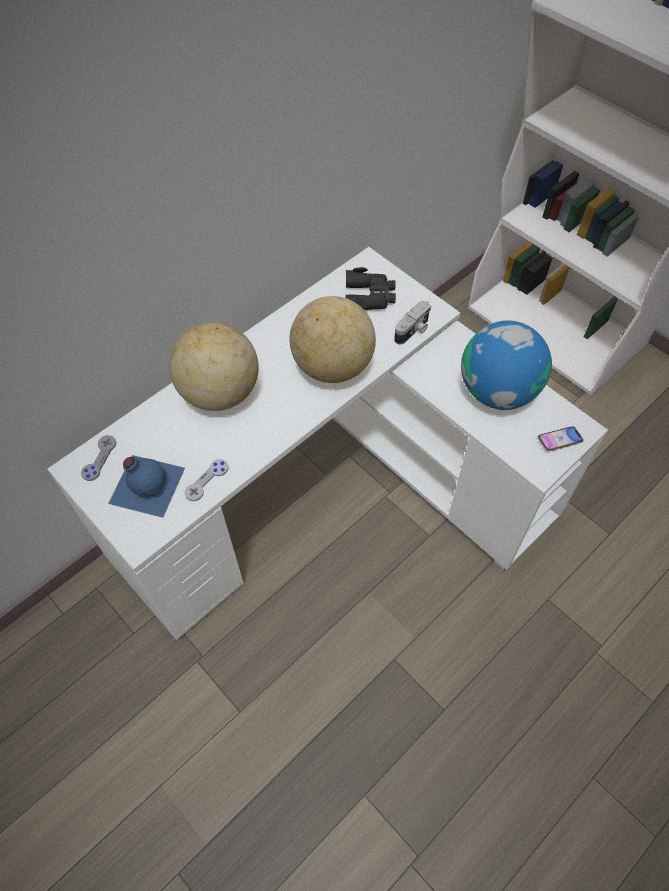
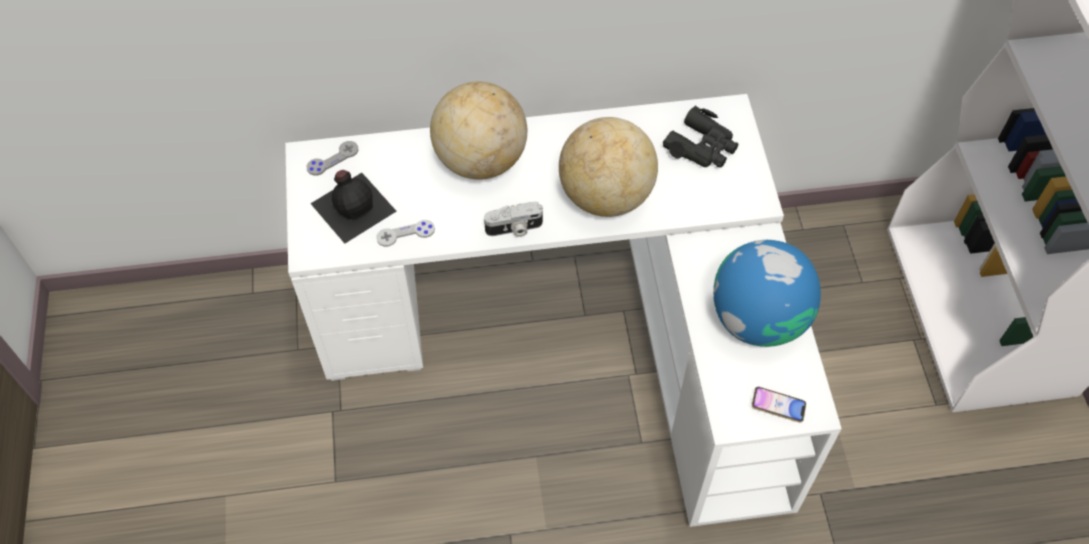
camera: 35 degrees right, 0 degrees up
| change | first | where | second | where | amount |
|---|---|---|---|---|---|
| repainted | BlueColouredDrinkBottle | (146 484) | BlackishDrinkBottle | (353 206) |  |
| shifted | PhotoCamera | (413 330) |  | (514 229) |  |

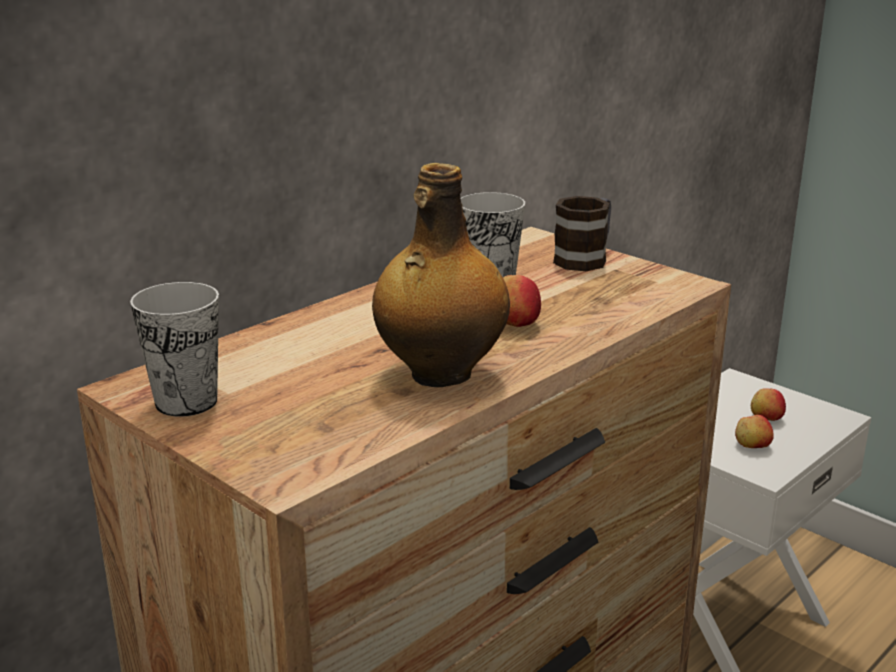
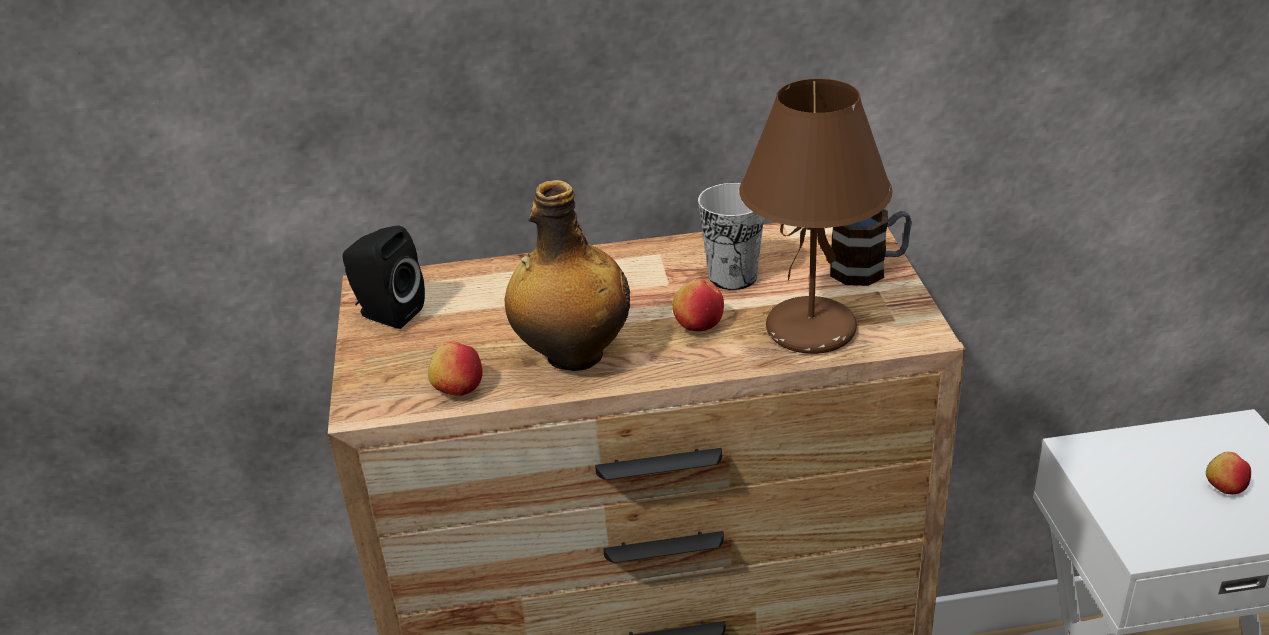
camera: 40 degrees right, 10 degrees up
| change | first | where | second | where | amount |
|---|---|---|---|---|---|
| swapped | DrinkingCup | (186 402) | BlackishLoudspeaker | (387 313) |  |
| shifted | AppleFruit | (752 446) |  | (458 388) |  |
| new |  |  | BrownColouredTableLamp | (810 331) |  |

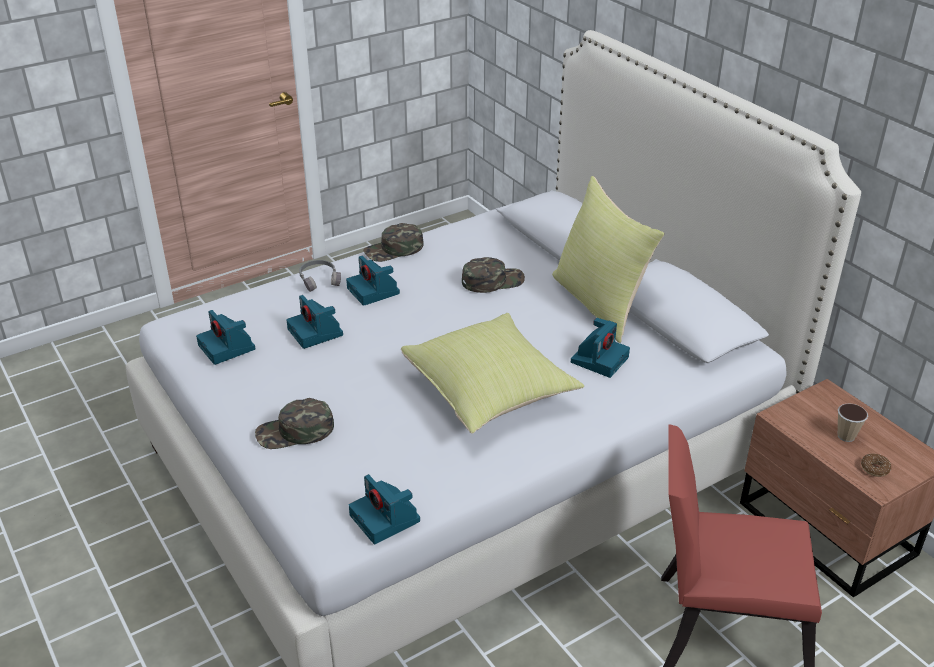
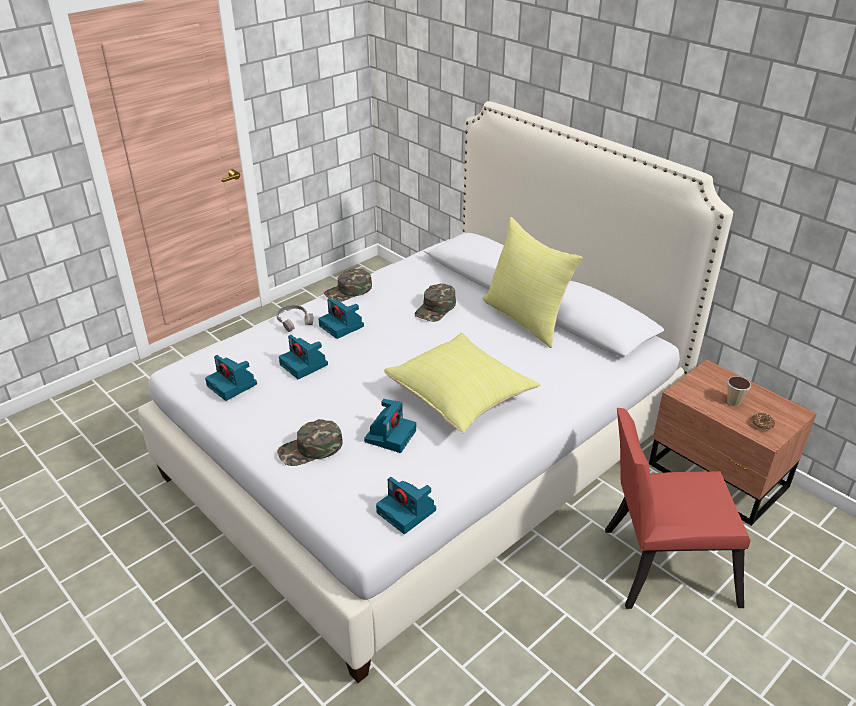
camera: 10 degrees left, 0 degrees up
| change | first | where | second | where | amount |
|---|---|---|---|---|---|
| rotated | GreenishPeakedCap | (492 280) |  | (436 308) | 150 degrees clockwise |
| shifted | PhotoCamera | (599 359) |  | (390 435) |  |

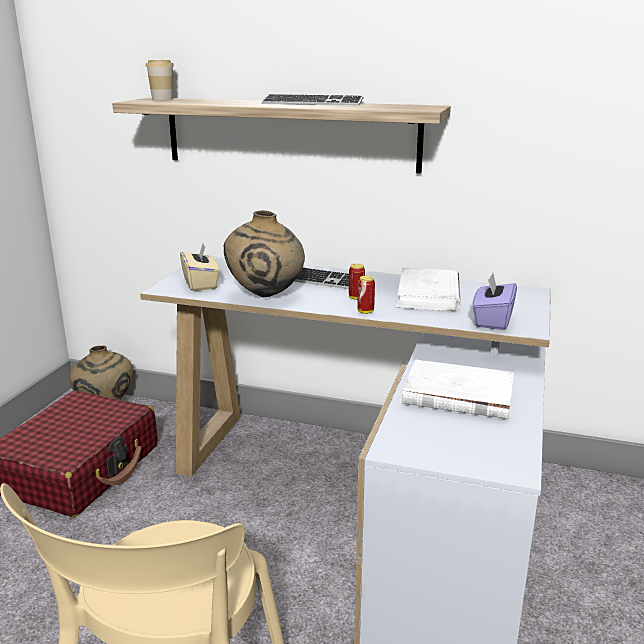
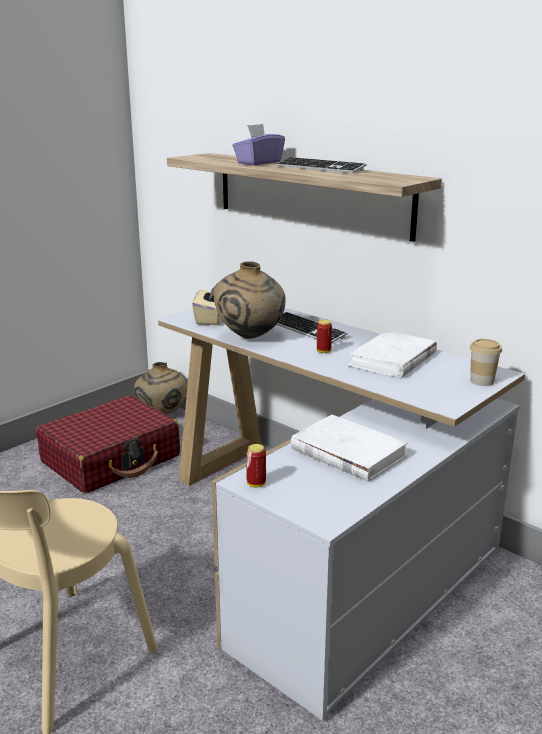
camera: 25 degrees right, 0 degrees up
| change | first | where | second | where | amount |
|---|---|---|---|---|---|
| shifted | DrinkingCup | (162 99) |  | (482 381) |  |
| shifted | MetalCan | (365 312) |  | (256 484) |  |
| shifted | PurplishBoxOfTissues | (492 320) |  | (258 163) |  |

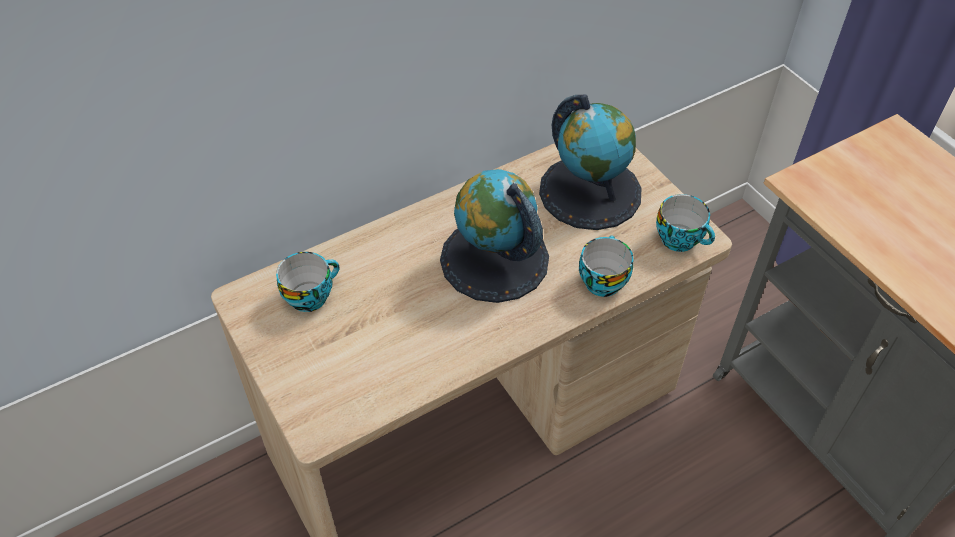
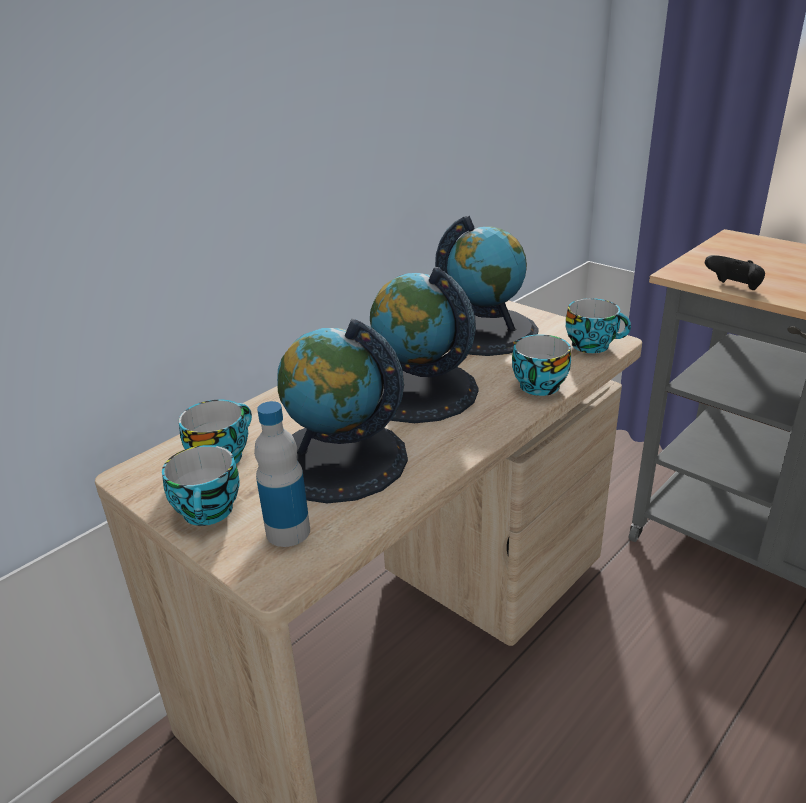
camera: 15 degrees left, 20 degrees down
| change | first | where | second | where | amount |
|---|---|---|---|---|---|
| new |  |  | DrinkingCup | (210 512) |  |
| new |  |  | DrinkBottle | (288 532) |  |
| new |  |  | WorldGlobe | (338 460) |  |
| new |  |  | BlackishJoypad | (733 288) |  |

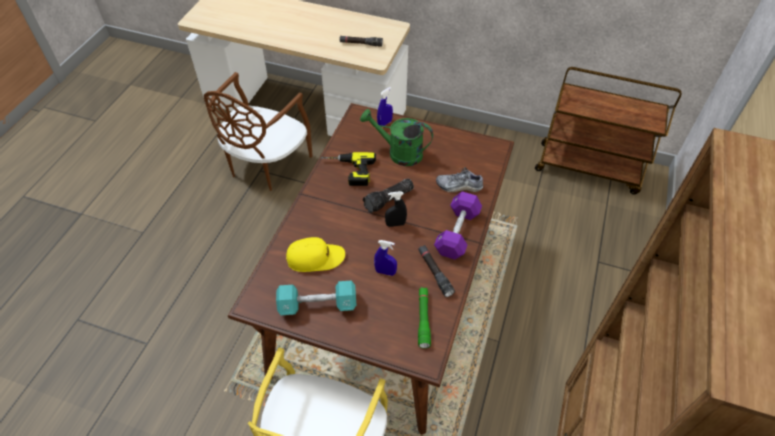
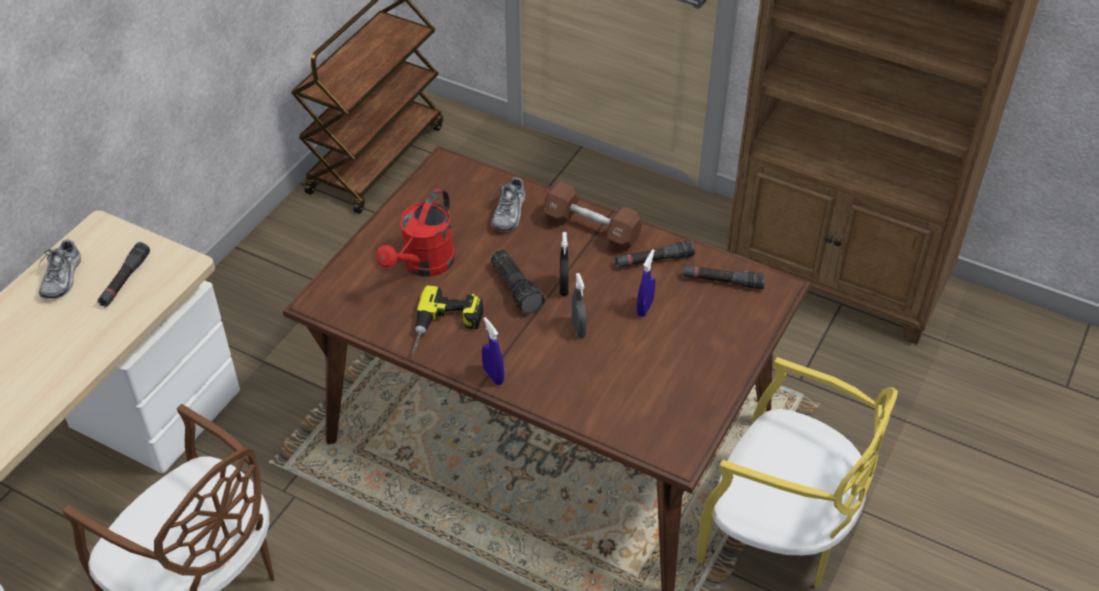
camera: 80 degrees left, 5 degrees down
| change | first | where | second | where | amount |
|---|---|---|---|---|---|
| gone | BlueGreenFreeWeight | (318 305) |  |  |  |
| gone | YellowPeakedCap | (315 258) |  |  |  |
| repainted | GreenishSprinklingCan | (399 153) | RedColouredSprinklingCan | (424 265) |  |
| shifted | BlueColouredSprayBottle | (384 123) |  | (493 376) |  |
| repainted | GreenishTorch | (423 319) | BlackishTorch | (723 281) |  |
| repainted | PurplishFreeWeight | (457 232) | BrownColouredFreeWeight | (592 229) |  |
| new |  |  | ItemOfFootwear | (63 278) |  |
| new |  |  | GreyishSprayBottle | (578 329) |  |

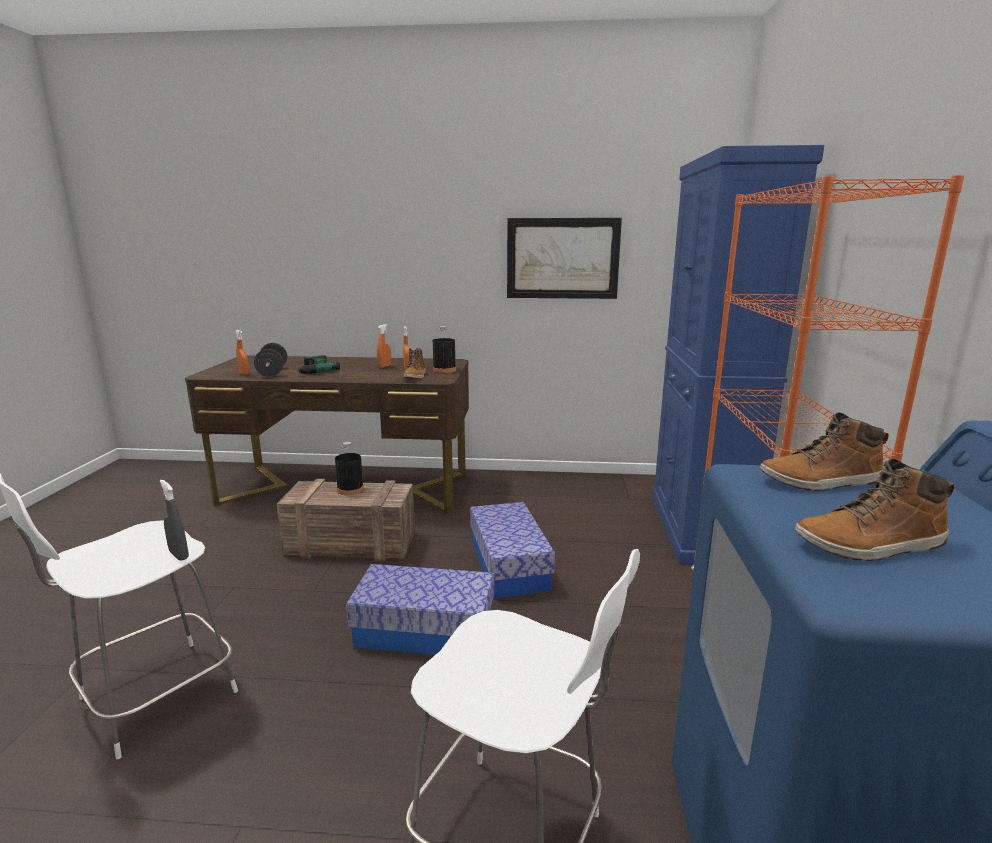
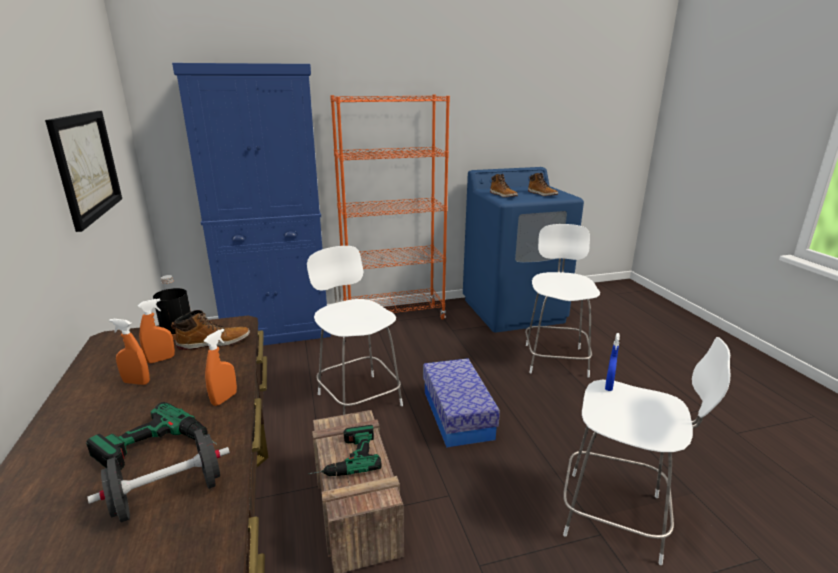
camera: 110 degrees left, 5 degrees up
| change | first | where | second | where | amount |
|---|---|---|---|---|---|
| repainted | GreyishSprayBottle | (179 555) | BlueColouredSprayBottle | (609 386) |  |
| shifted | OrangeySprayBottle | (244 374) |  | (224 399) |  |
| swapped | BlackishDrinkBottle | (350 490) | PowerDrill | (344 458) |  |
| swapped | StorageContainer | (509 565) | WhitishStool | (358 398) |  |

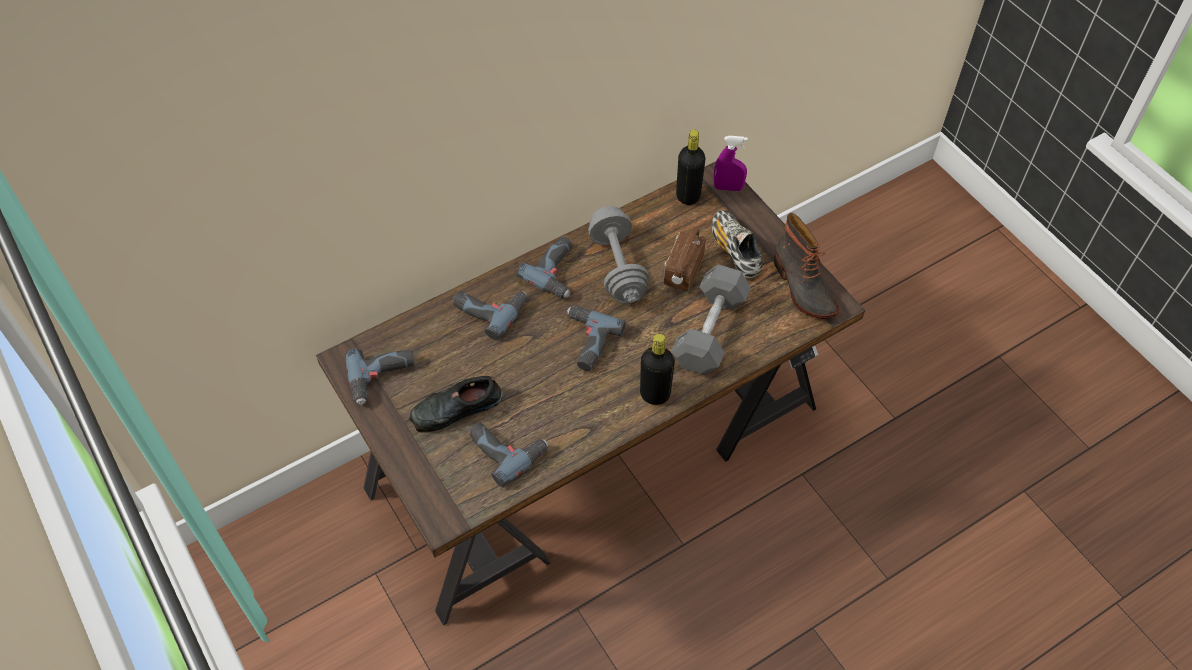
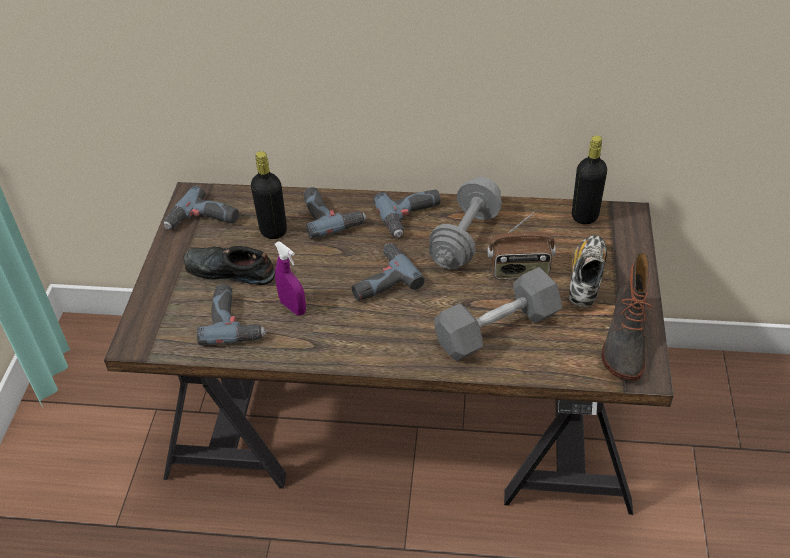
camera: 40 degrees right, 10 degrees down
| change | first | where | second | where | amount |
|---|---|---|---|---|---|
| shifted | BlackishDrinkBottle | (655 394) |  | (273 231) |  |
| rotated | RadioSet | (682 272) |  | (519 270) | 150 degrees counterclockwise |
| shifted | PurplishSprayBottle | (728 187) |  | (293 307) |  |

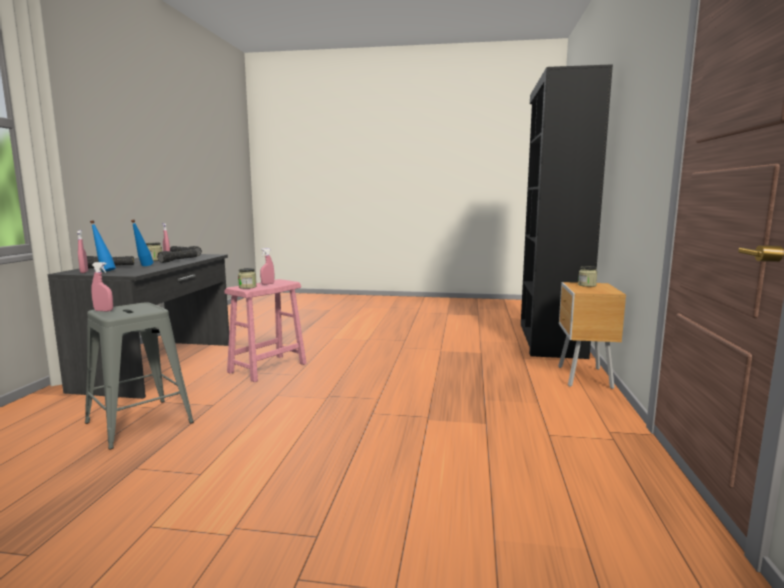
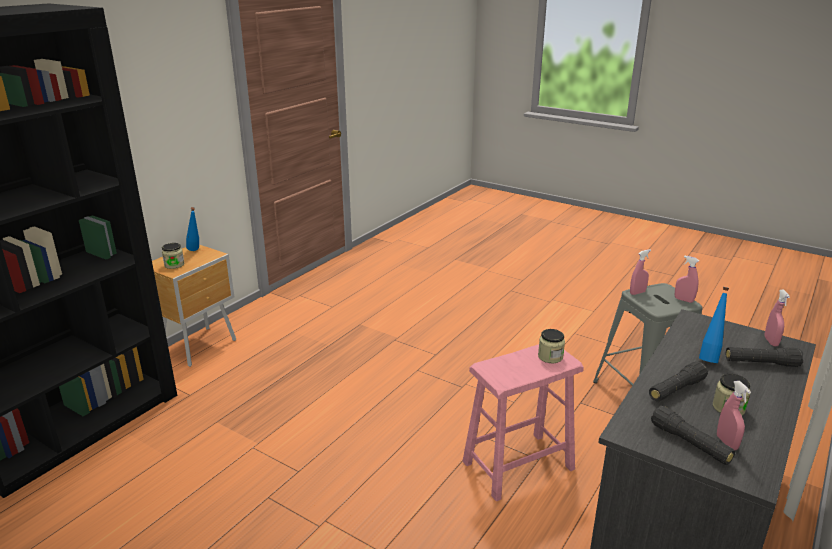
camera: 155 degrees left, 15 degrees up
| change | first | where | second | where | amount |
|---|---|---|---|---|---|
| shifted | BlueColouredDrinkBottle | (104 271) |  | (195 251) |  |
| shifted | PinkColouredSprayBottle | (267 284) |  | (637 293) |  |

